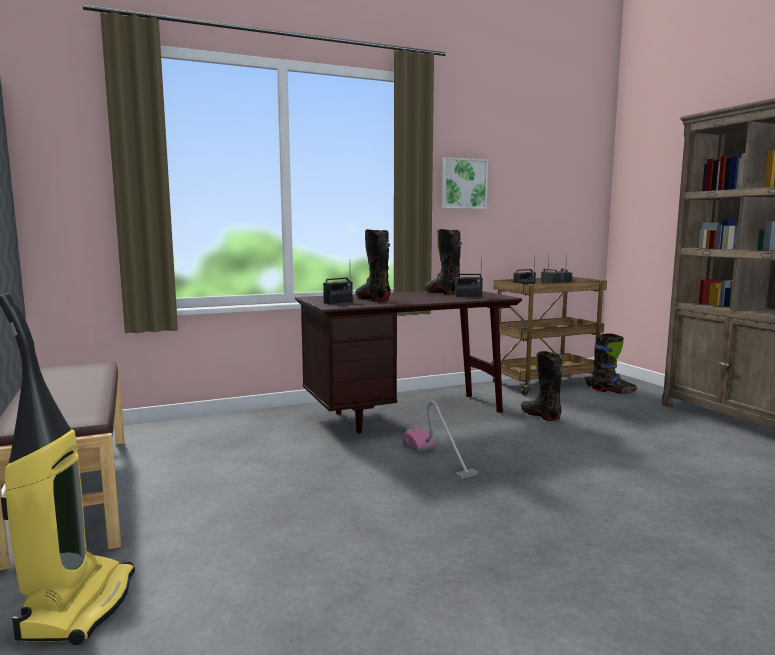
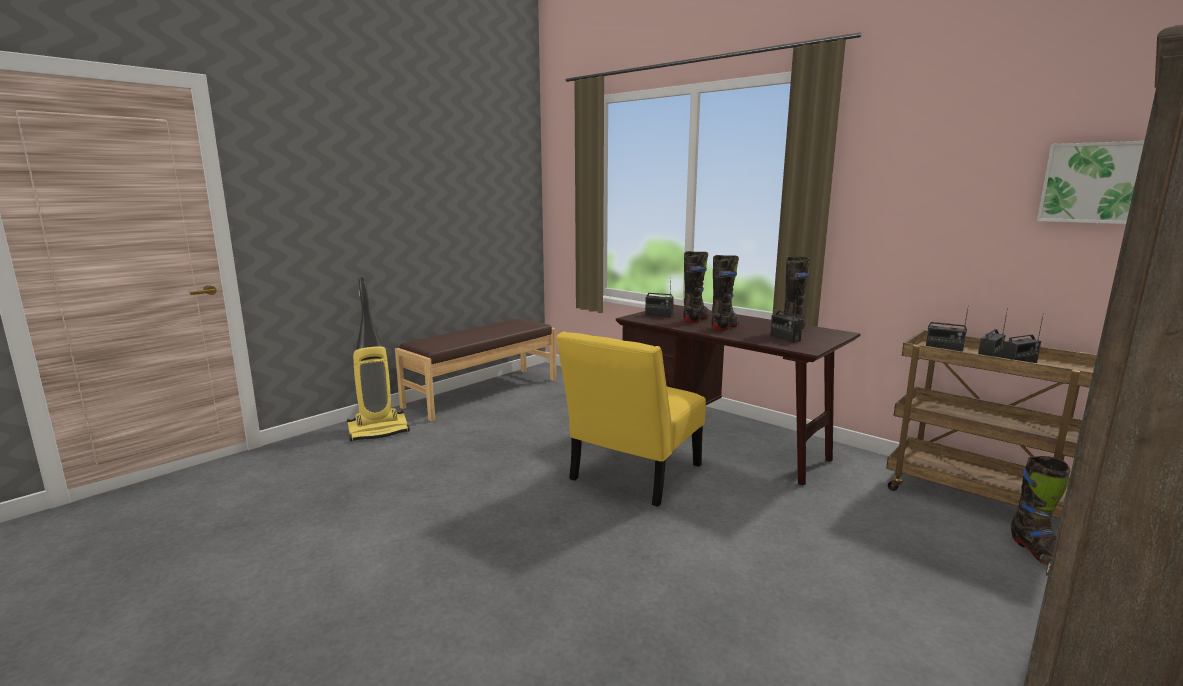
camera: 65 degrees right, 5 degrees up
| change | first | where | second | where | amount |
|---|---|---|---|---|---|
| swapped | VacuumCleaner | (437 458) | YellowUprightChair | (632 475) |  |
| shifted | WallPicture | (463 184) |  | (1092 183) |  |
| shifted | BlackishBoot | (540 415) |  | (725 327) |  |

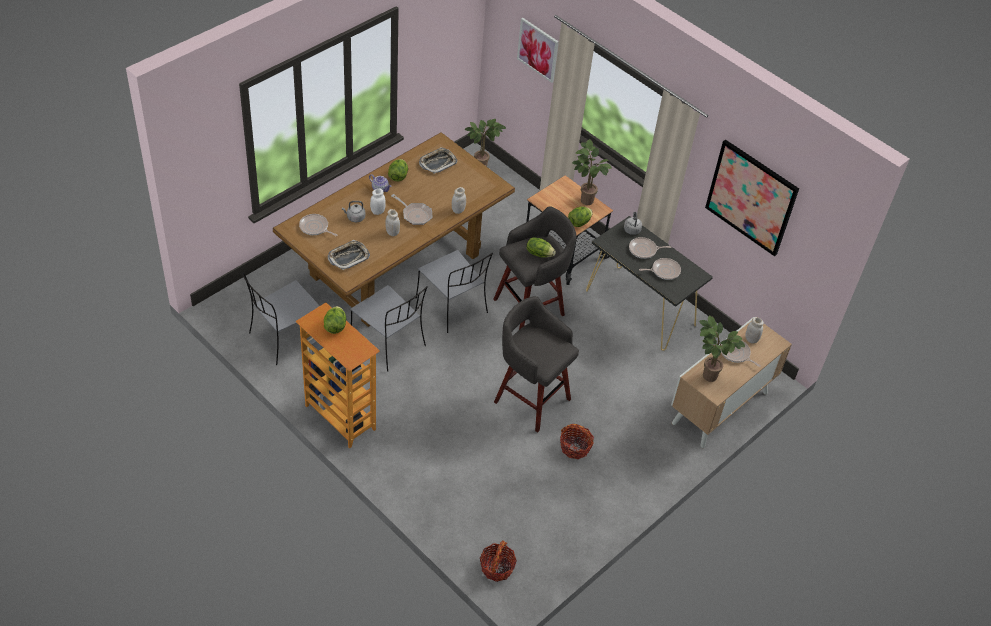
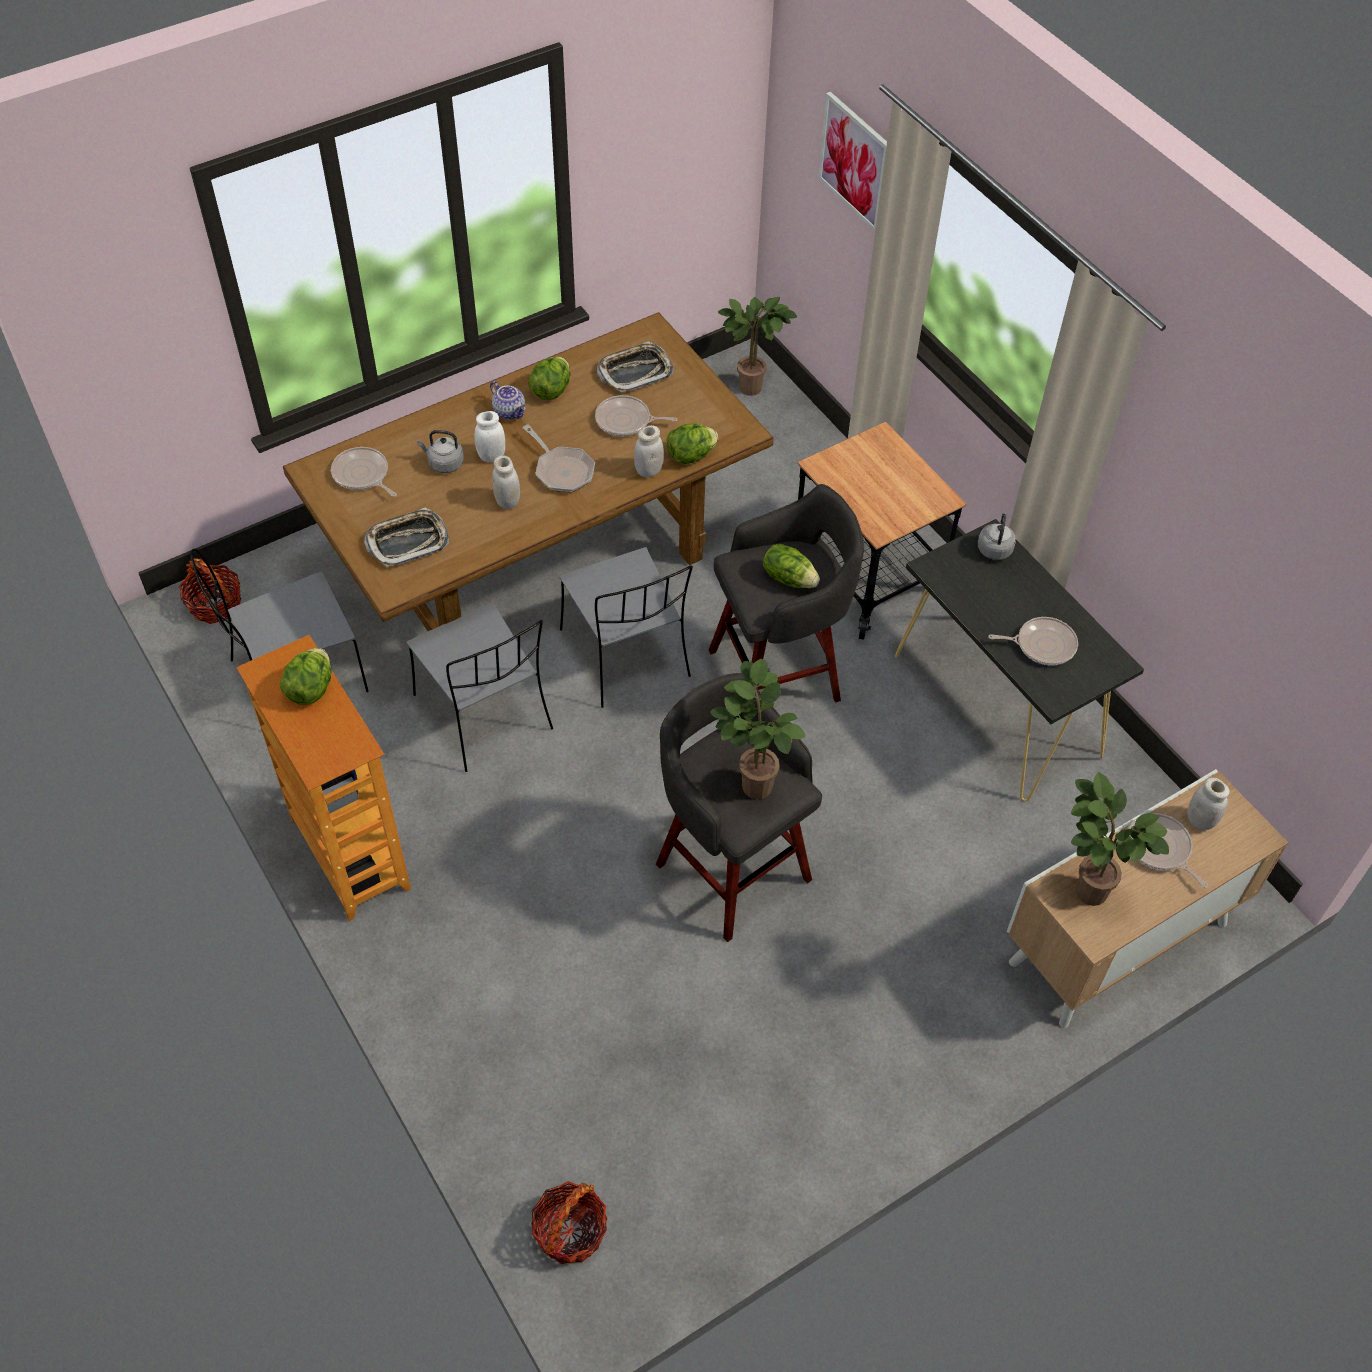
camera: 15 degrees right, 5 degrees up
| change | first | where | second | where | amount |
|---|---|---|---|---|---|
| shifted | Basket | (575 447) |  | (215 604) |  |
| shifted | LettuceHead | (579 222) |  | (690 456) |  |
| shifted | Houseplant | (584 200) |  | (751 783) |  |
| shifted | FryingPan | (644 250) |  | (626 421) |  |
| gone | WallPicture | (751 197) |  |  |  |

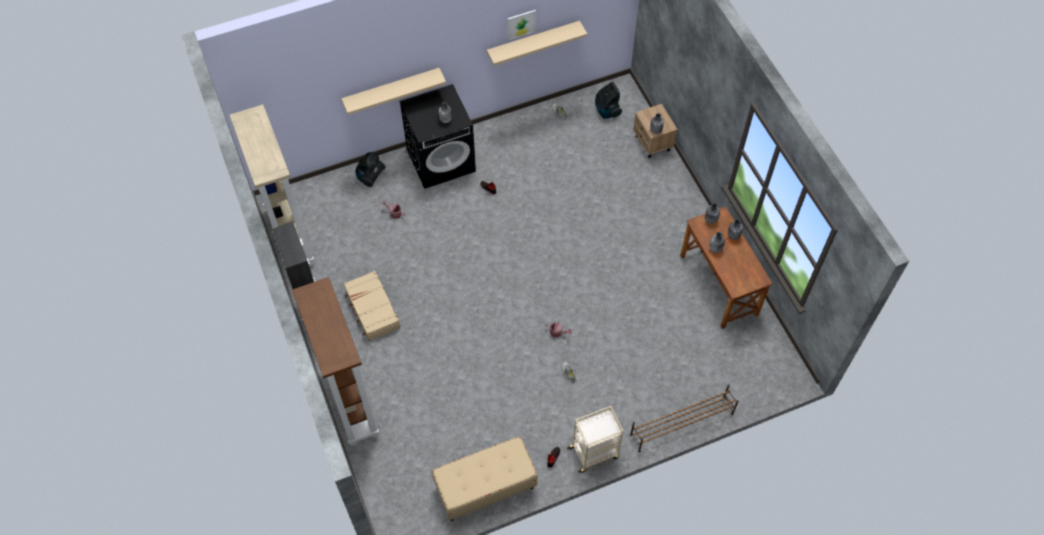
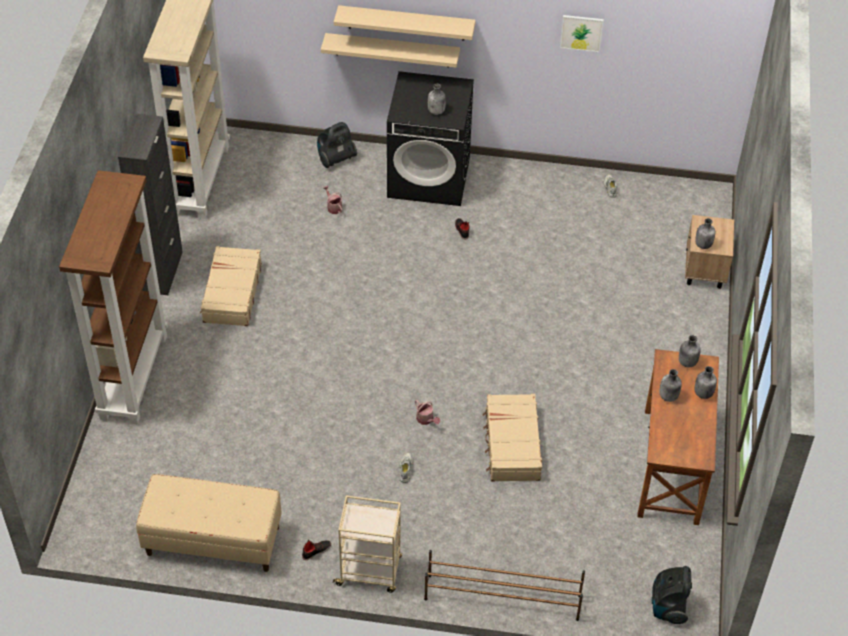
camera: 30 degrees right, 10 degrees down
| change | first | where | second | where | amount |
|---|---|---|---|---|---|
| shifted | BeigeColouredWallShelf | (533 41) |  | (406 23) |  |
| shifted | VacuumCleaner | (606 111) |  | (668 607) |  |
| new |  |  | BeigeColouredTravelCase | (511 444) |  |

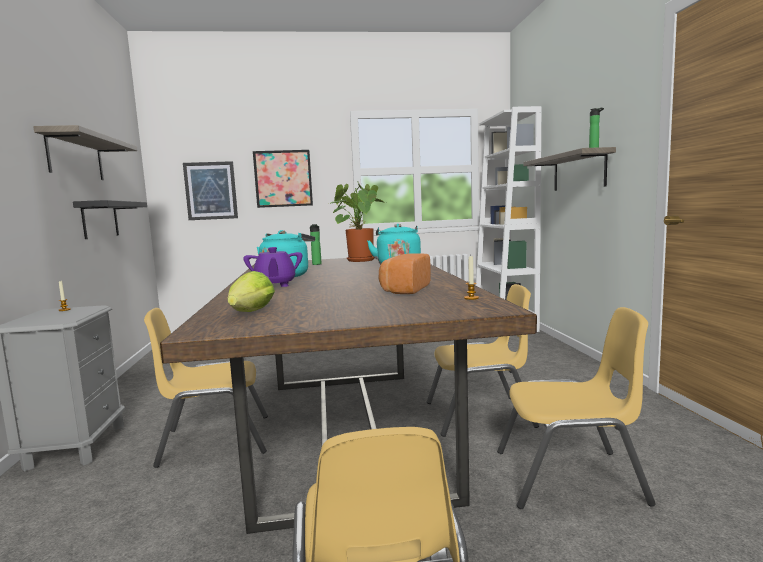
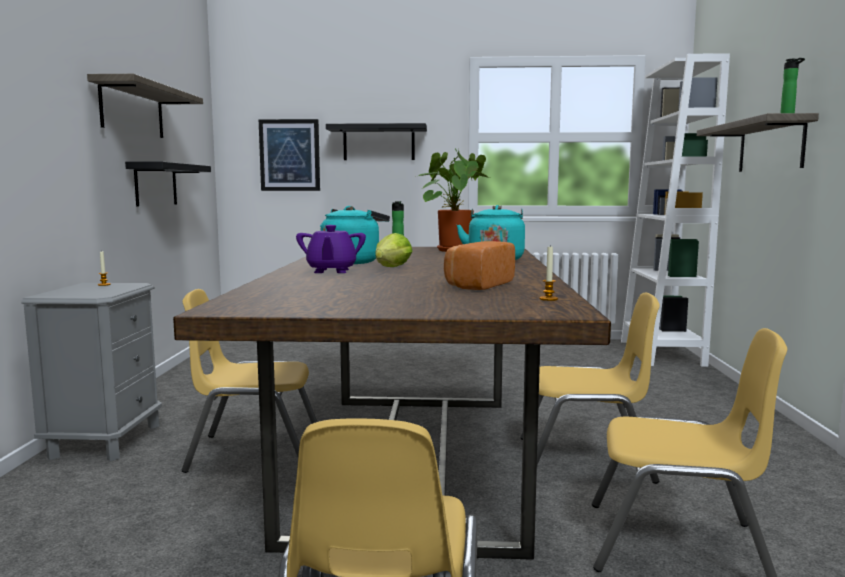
camera: 10 degrees right, 0 degrees up
| change | first | where | second | where | amount |
|---|---|---|---|---|---|
| shifted | LettuceHead | (250 313) |  | (391 268) |  |
| swapped | WallPicture | (283 178) | BlackishWallShelf | (379 143) |  |

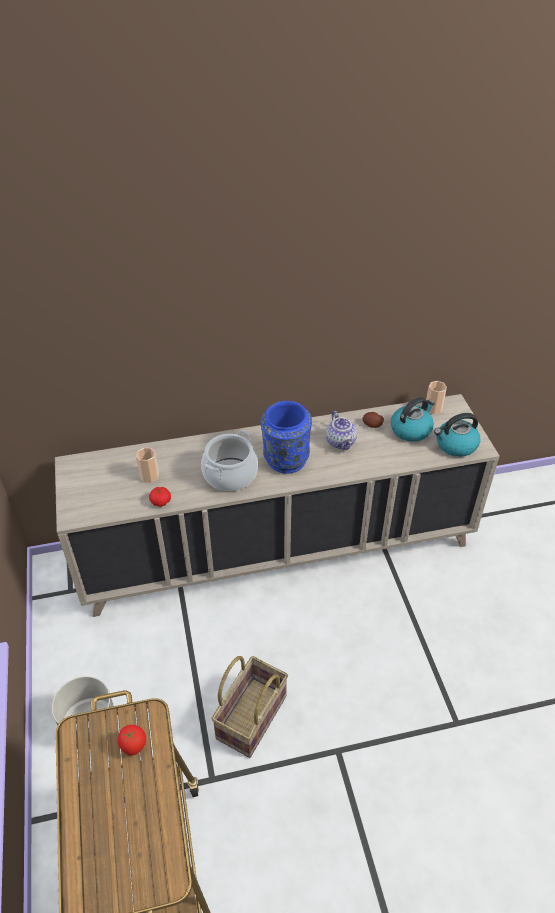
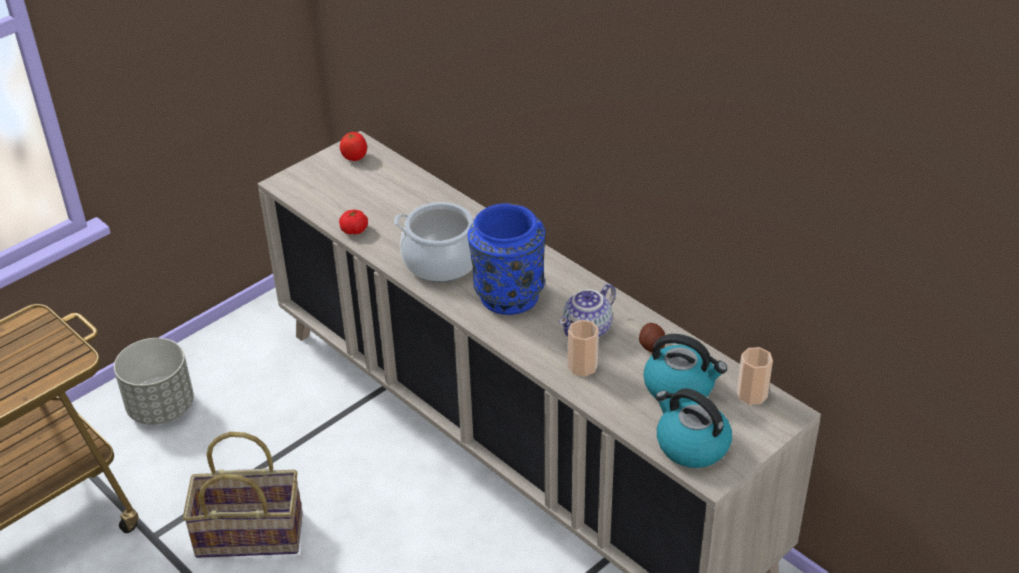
camera: 60 degrees right, 5 degrees down
| change | first | where | second | where | amount |
|---|---|---|---|---|---|
| shifted | Tomato | (133 745) |  | (354 157) |  |
| shifted | DrinkingCup | (149 476) |  | (582 366) |  |

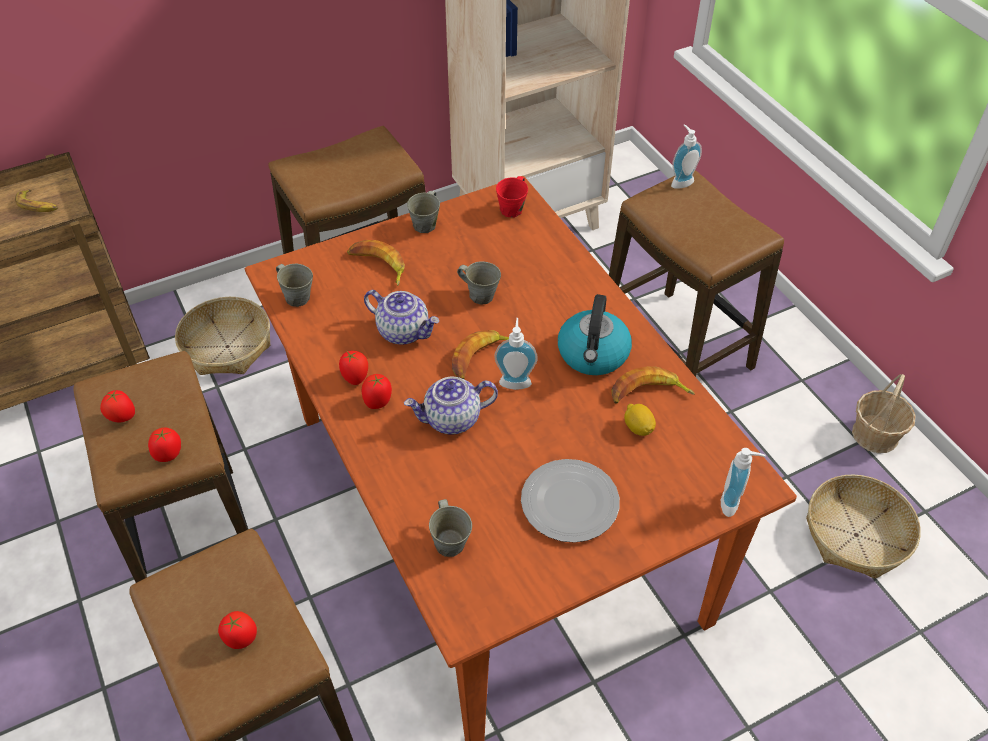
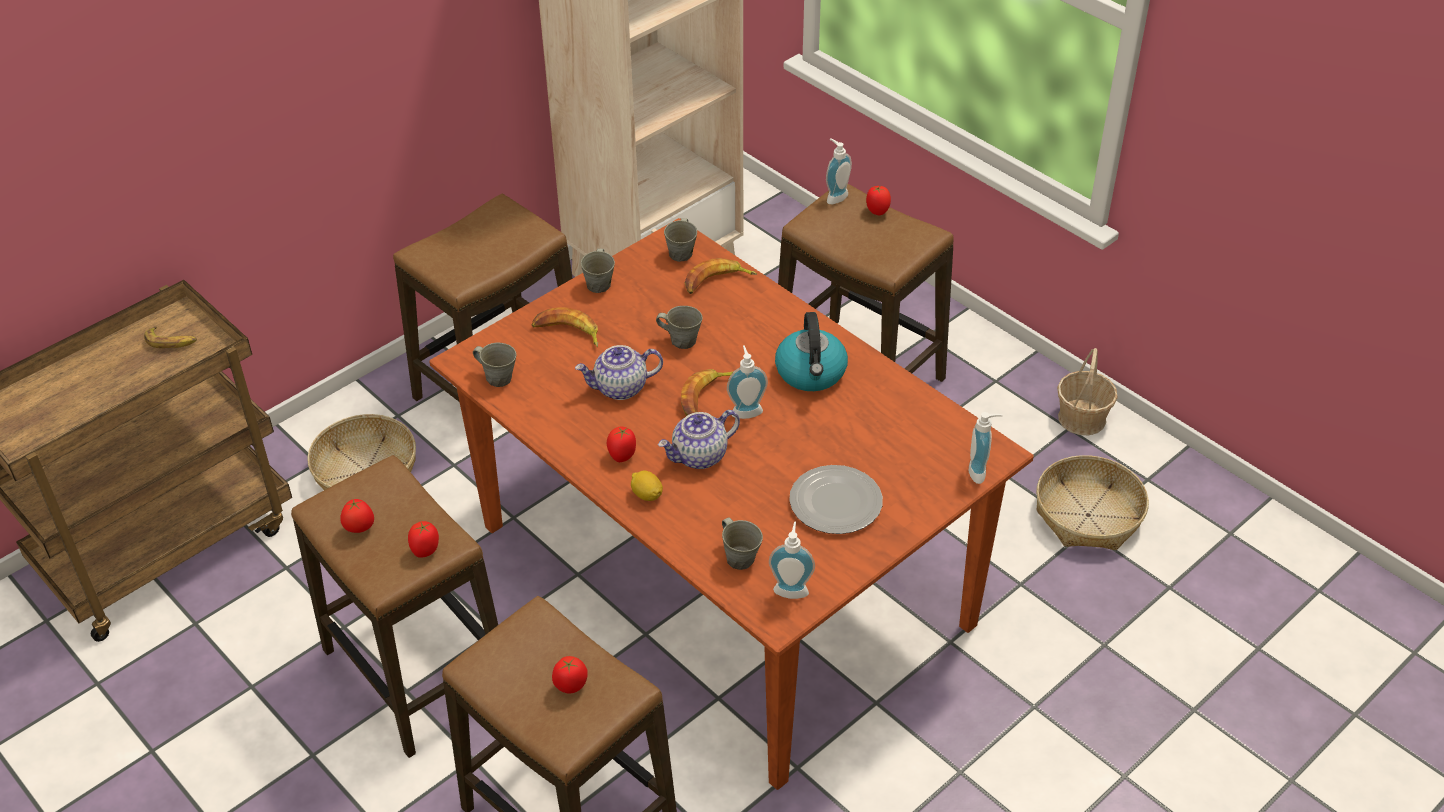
camera: 15 degrees left, 5 degrees down
| change | first | where | second | where | amount |
|---|---|---|---|---|---|
| shifted | Tomato | (355 378) |  | (877 211) |  |
| rotated | TeaPot | (404 331) |  | (620 388) | 150 degrees clockwise |
| repainted | RedColouredTeaMug | (512 209) | GreyishTeaMug | (681 253) |  |
| shifted | Banana | (648 393) |  | (717 282) |  |
| shifted | CitrusFruit | (638 428) |  | (647 495) |  |
| new |  |  | LiquidSoapBottle | (791 588) |  |

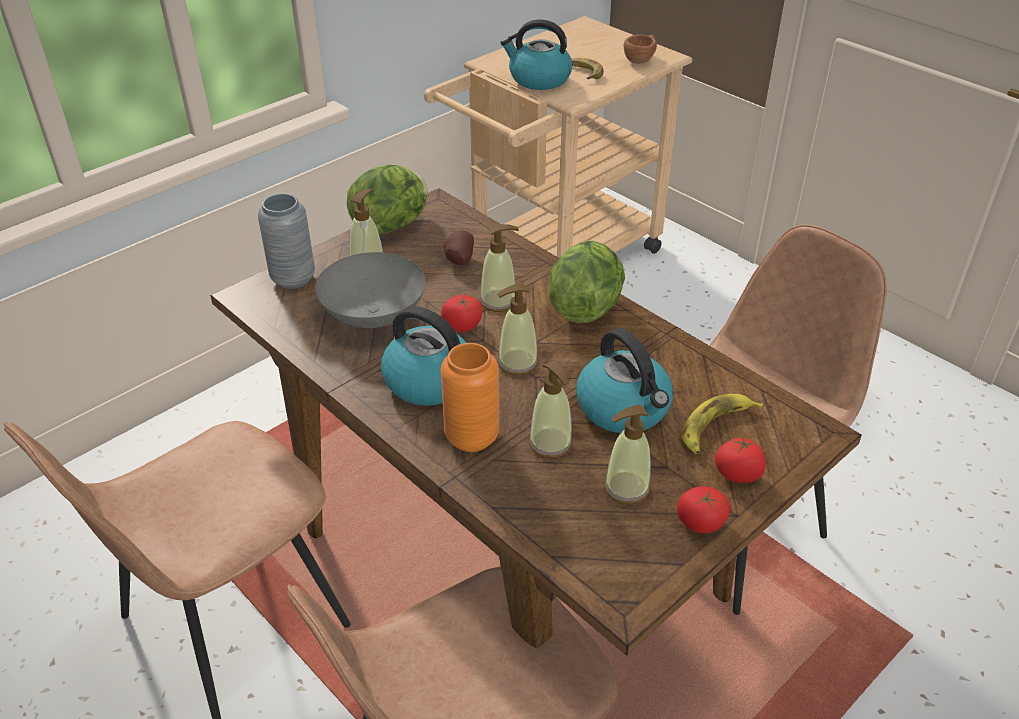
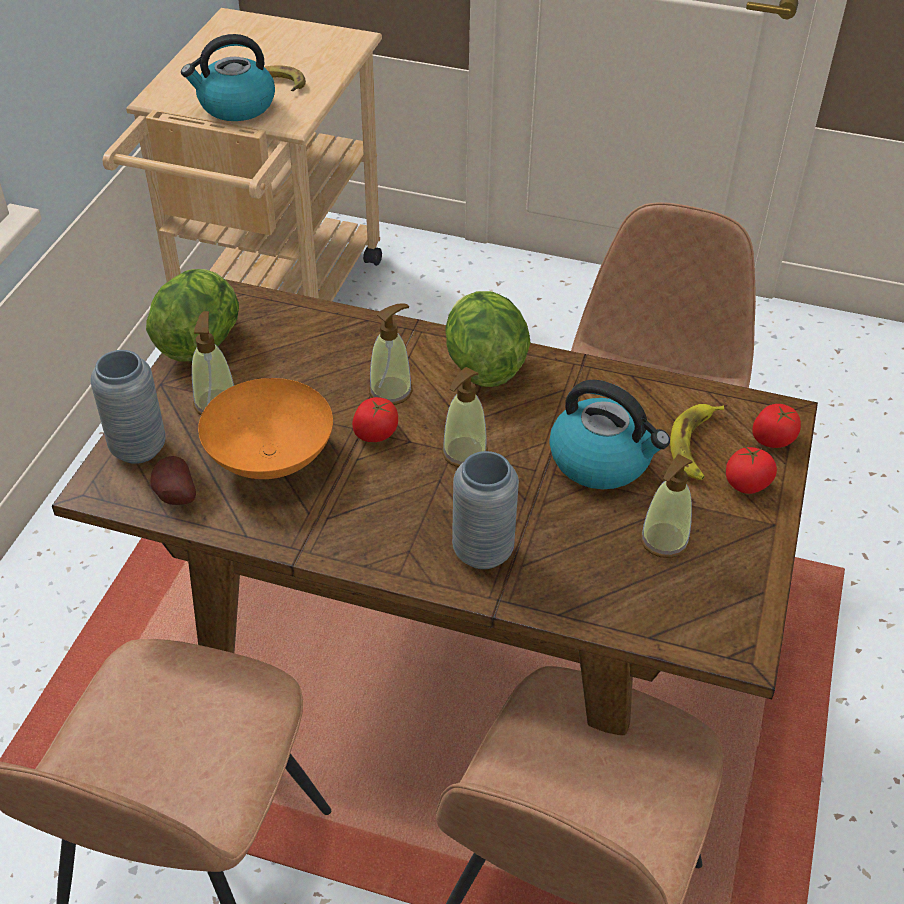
camera: 30 degrees left, 5 degrees up
| change | first | where | second | where | amount |
|---|---|---|---|---|---|
| repainted | GreyishServingBowl | (372 316) | OrangeyServingBowl | (269 459) |  |
| gone | Kettle | (431 381) |  |  |  |
| repainted | OrangeyDecorativeVase | (472 437) | GreyishDecorativeVase | (482 551) |  |
| shifted | Spud | (458 260) |  | (174 496) |  |
| gone | LiquidSoapBottle | (550 443) |  |  |  |
| gone | BrownColouredDrinkingCup | (641 60) |  |  |  |
| shifted | Tomato | (700 523) |  | (772 439) |  |

